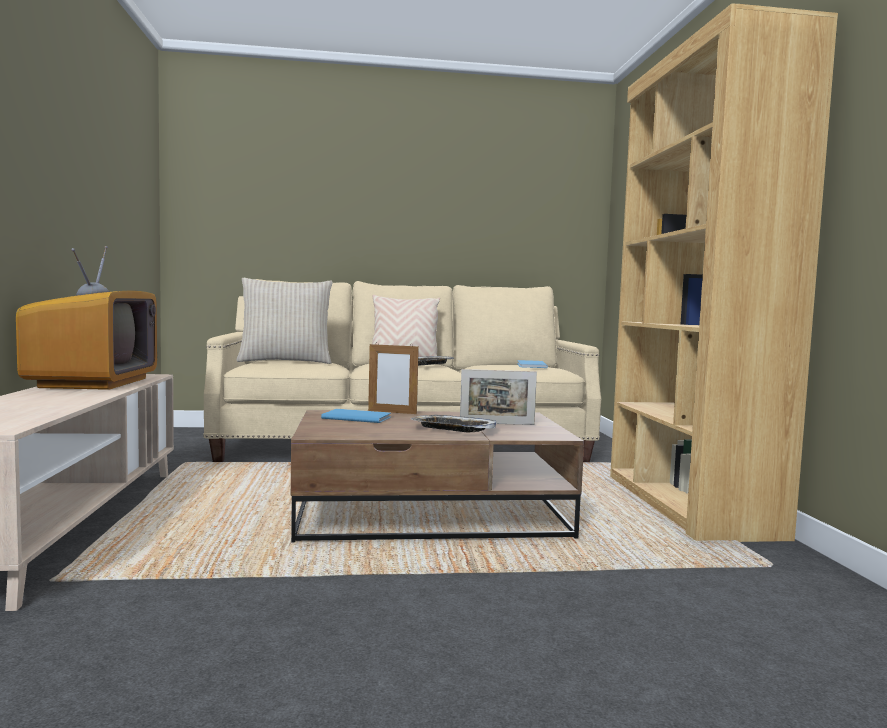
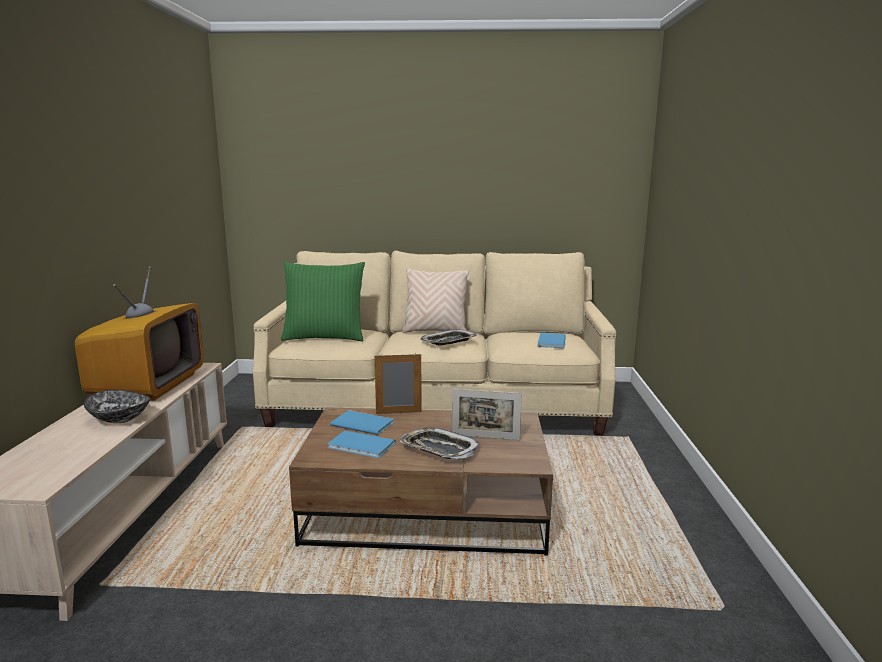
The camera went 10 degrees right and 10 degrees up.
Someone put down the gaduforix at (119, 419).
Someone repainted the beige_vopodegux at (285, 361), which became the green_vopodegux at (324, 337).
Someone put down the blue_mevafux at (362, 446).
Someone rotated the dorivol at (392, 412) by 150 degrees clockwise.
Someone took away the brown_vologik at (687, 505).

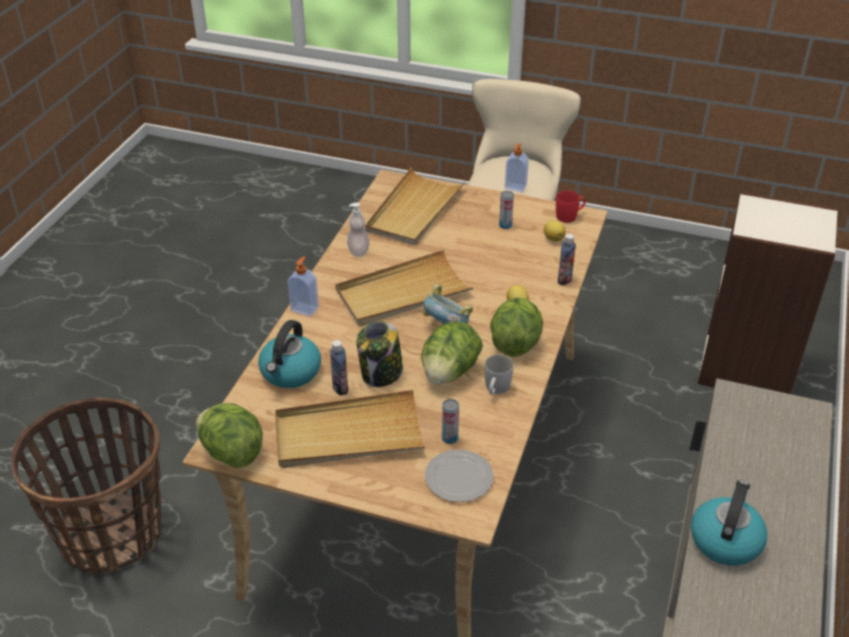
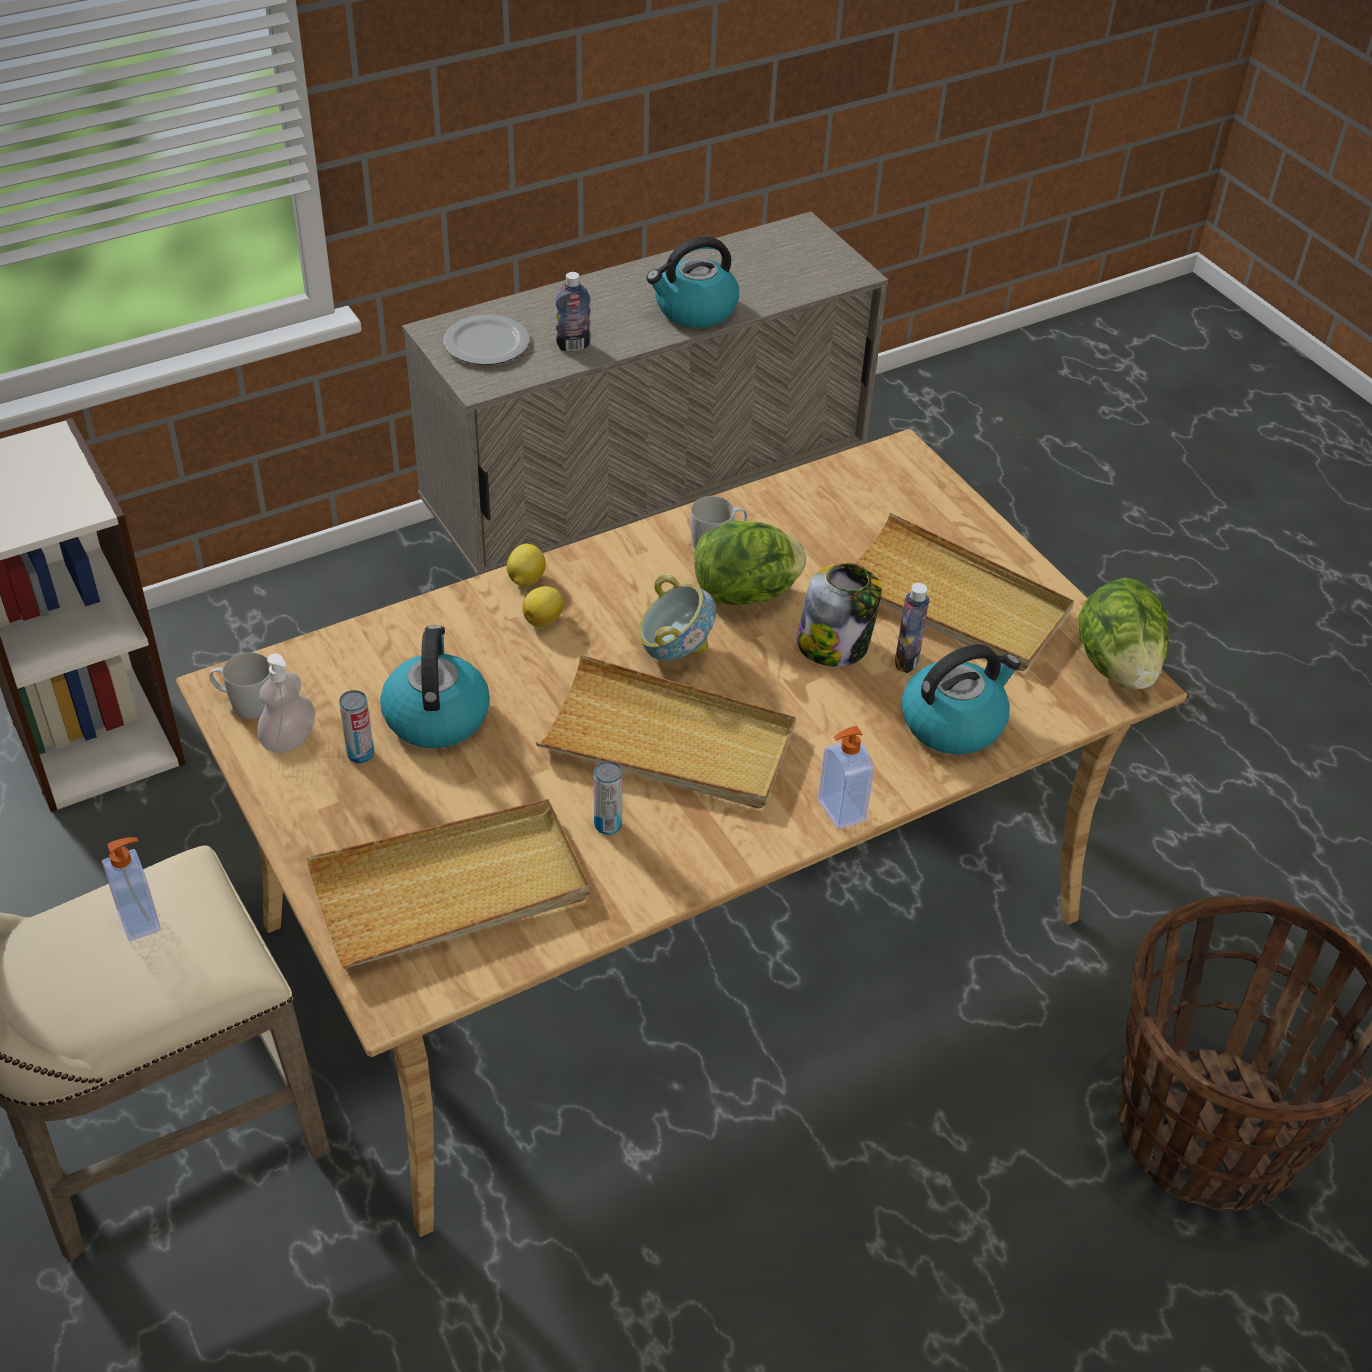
The camera went 140 degrees left and 5 degrees up.
Someone repainted the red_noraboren at (570, 216), which became the white_noraboren at (245, 703).
Someone carried the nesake from (358, 251) to (289, 739).
Someone put down the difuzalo at (436, 715).
Someone carried the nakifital from (457, 478) to (488, 344).
Someone carried the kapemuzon from (553, 238) to (525, 580).
Someone carried the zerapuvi from (564, 279) to (573, 346).
Someone carried the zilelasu from (449, 438) to (608, 825).
Someone took away the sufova at (515, 343).

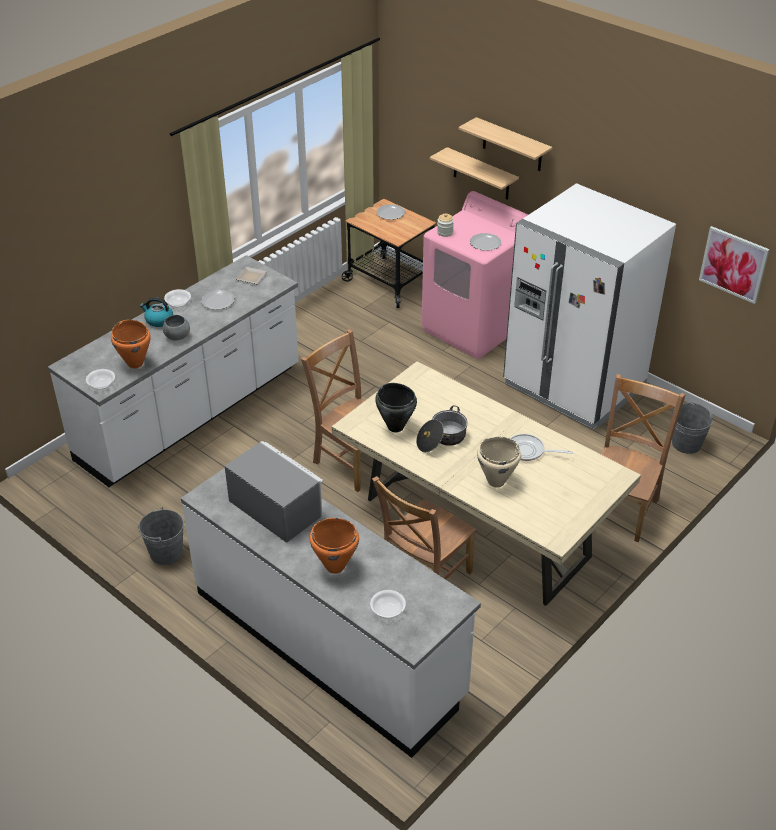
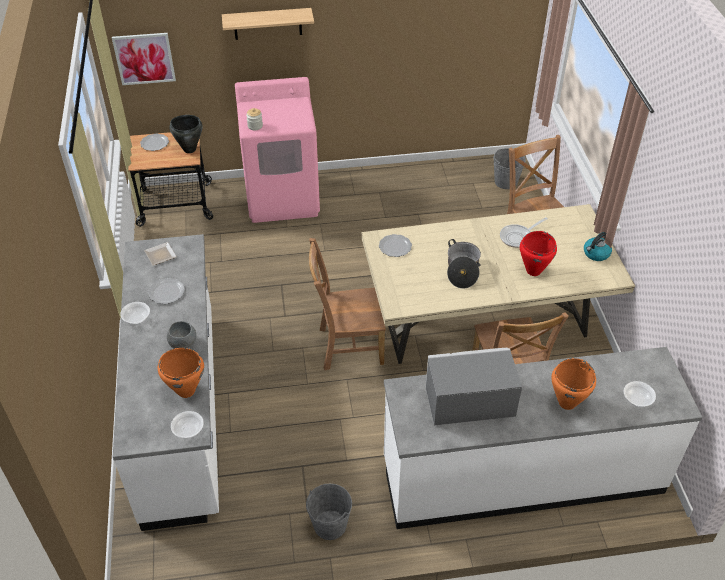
The camera went 50 degrees left and 5 degrees up.
Someone carried the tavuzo from (733, 264) to (144, 58).
Someone carried the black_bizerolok from (395, 426) to (189, 149).
Someone carried the nakifital from (485, 243) to (394, 247).
Someone repainted the beige_bizerolok at (496, 481), which became the red_bizerolok at (533, 271).
Someone carried the difuzalo from (158, 320) to (596, 254).
Someone took away the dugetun at (481, 174).
Someone took away the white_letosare at (573, 385).

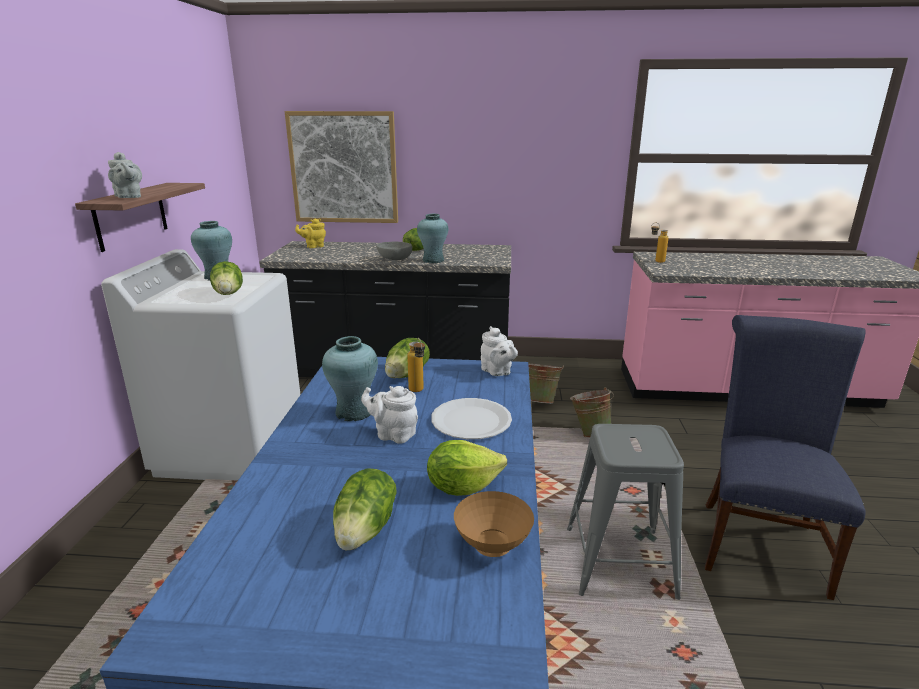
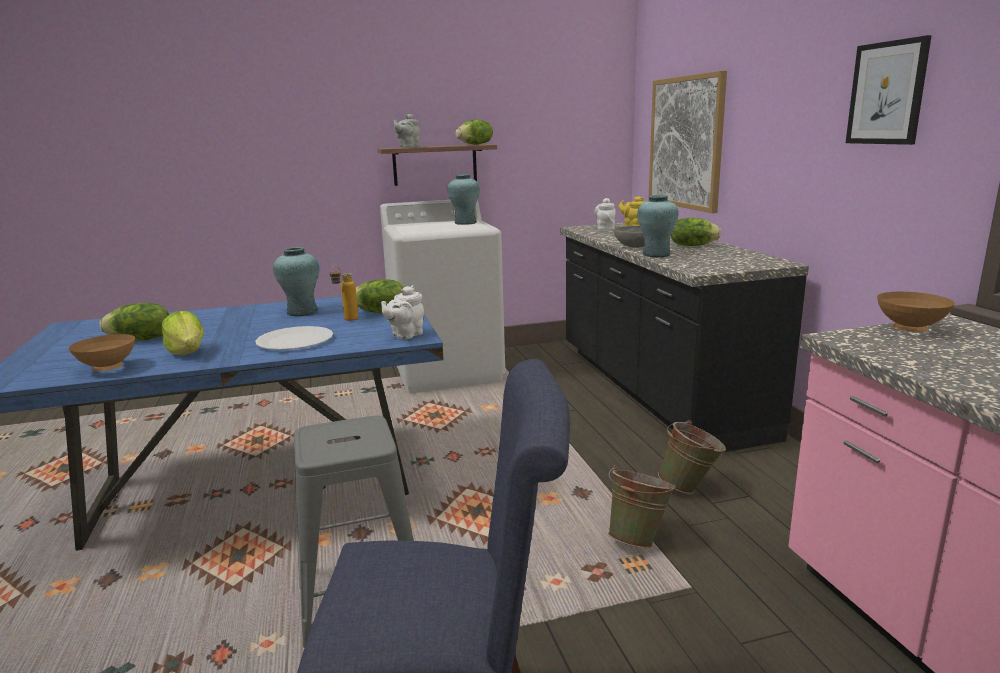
The camera went 70 degrees right and 5 degrees down.
Someone carried the sufova from (229, 293) to (475, 144).
Someone carried the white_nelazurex from (393, 434) to (605, 228).
Someone put up the tavuzo at (887, 93).
Someone swapped the zerapuvi at (655, 261) for the brown_gaduforix at (909, 330).

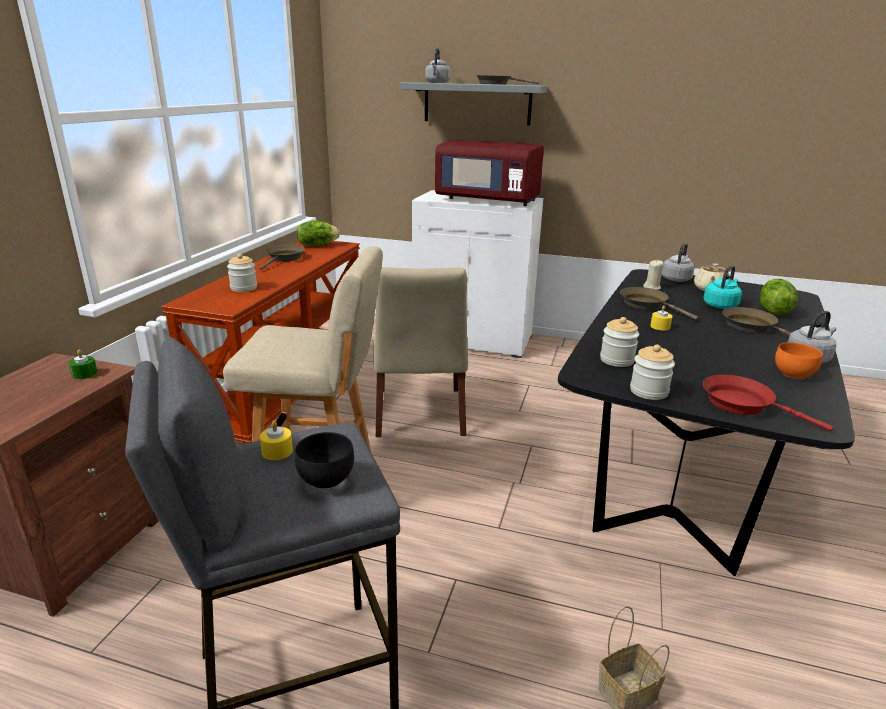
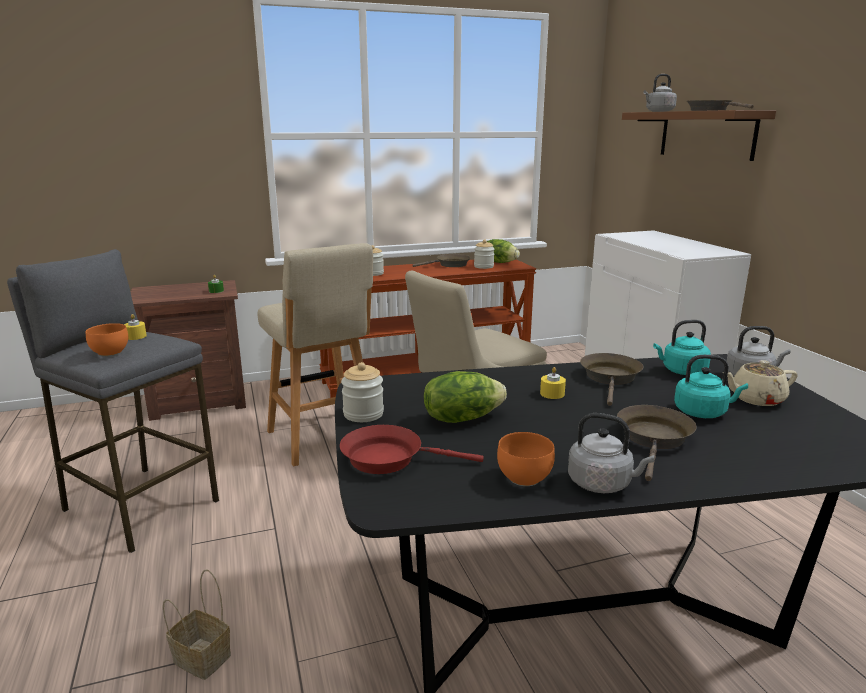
The camera went 55 degrees right and 5 degrees down.
Someone repainted the black_gaduforix at (328, 479), which became the orange_gaduforix at (111, 353).
Someone rotated the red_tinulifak at (742, 404) by 90 degrees counterclockwise.
Someone carried the sufova from (772, 311) to (461, 418).
Someone carried the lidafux from (617, 360) to (483, 266).
Someone repainted the grey_dugetun at (477, 103), which became the brown_dugetun at (706, 134).
Someone swapped the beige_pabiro at (652, 287) for the turquoise_difuzalo at (681, 371).
Someone took away the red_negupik at (488, 200).

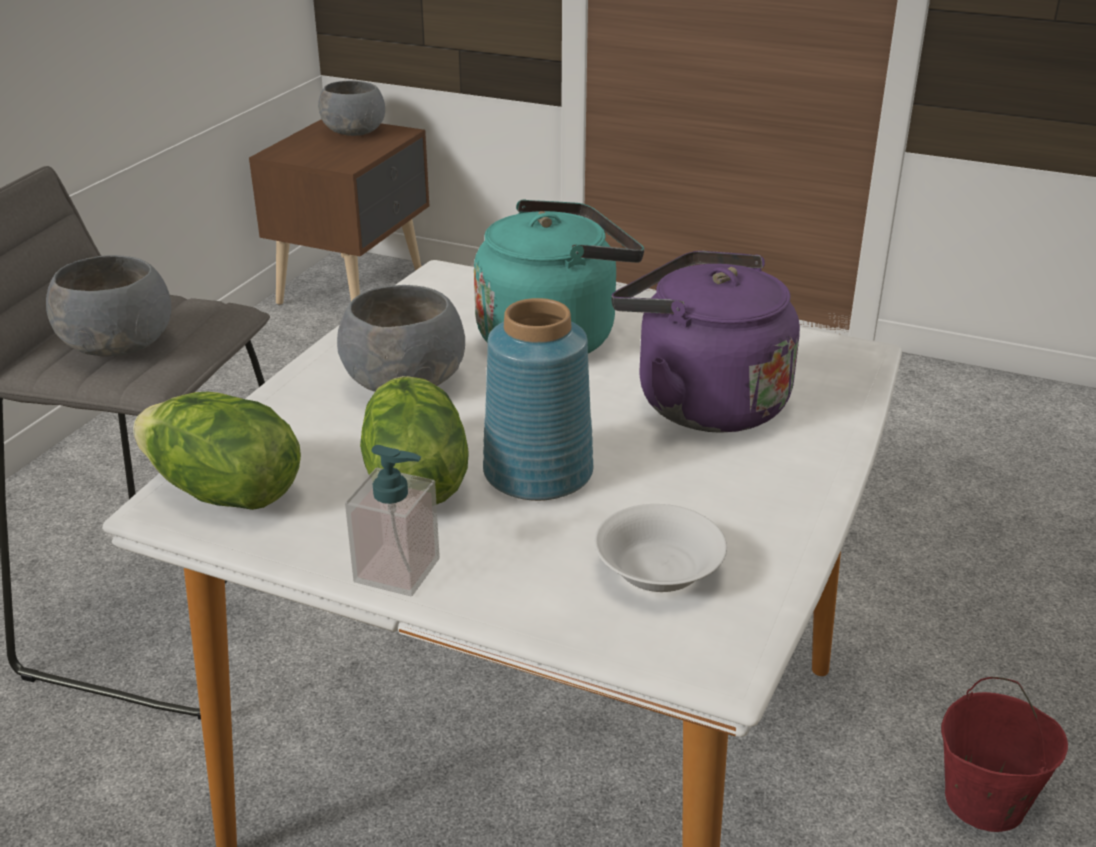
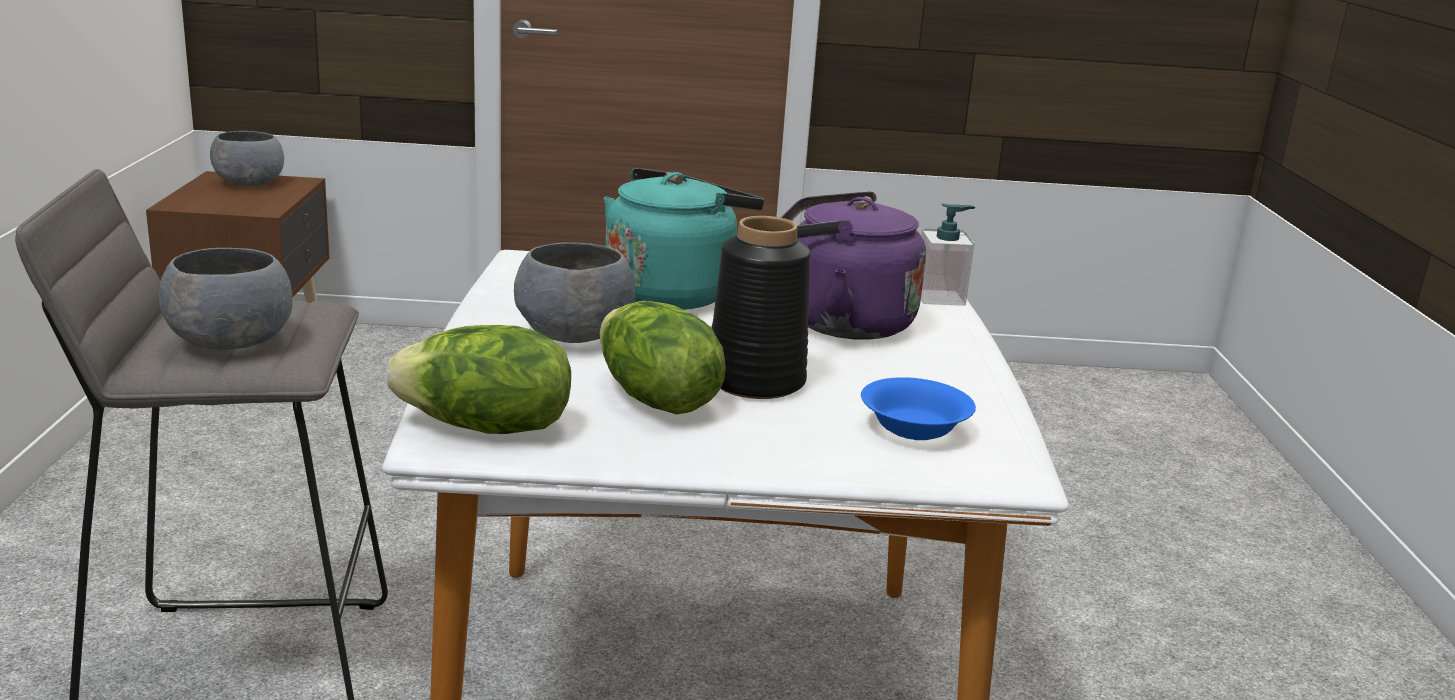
The camera went 25 degrees left and 10 degrees down.
Someone repainted the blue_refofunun at (537, 472), which became the black_refofunun at (754, 381).
Someone repainted the white_gaduforix at (656, 571), which became the blue_gaduforix at (913, 429).
Someone carried the nesake from (397, 570) to (940, 297).
Someone took away the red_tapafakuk at (983, 802).

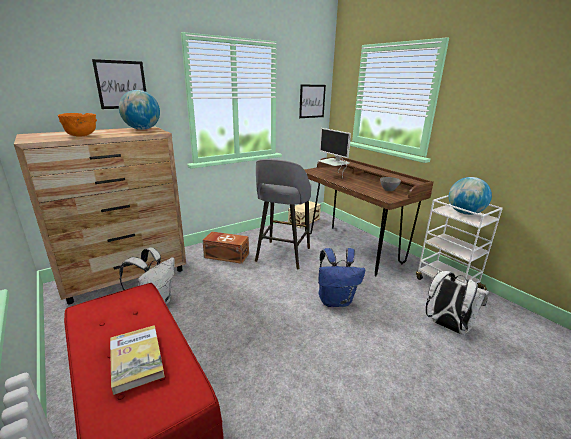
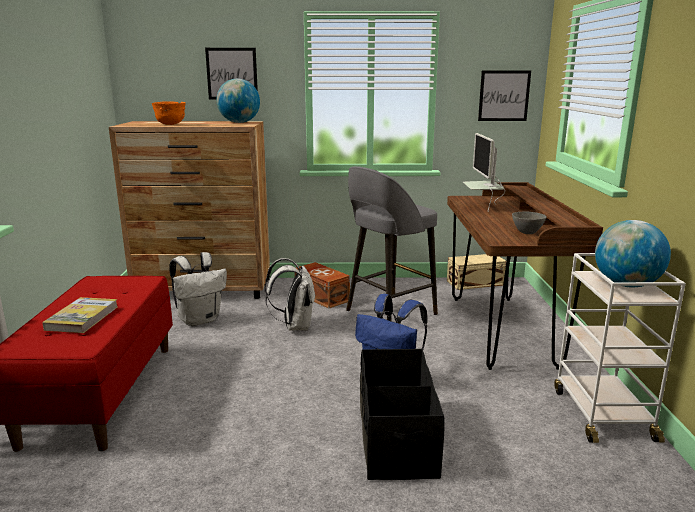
The camera went 35 degrees right and 5 degrees down.
Someone carried the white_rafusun from (447, 326) to (294, 326).
Someone put down the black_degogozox at (395, 437).

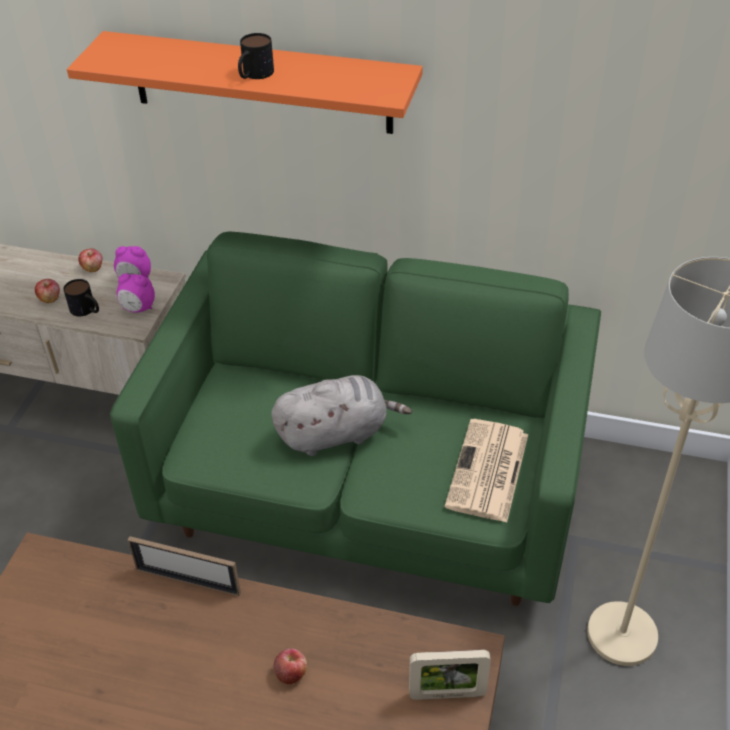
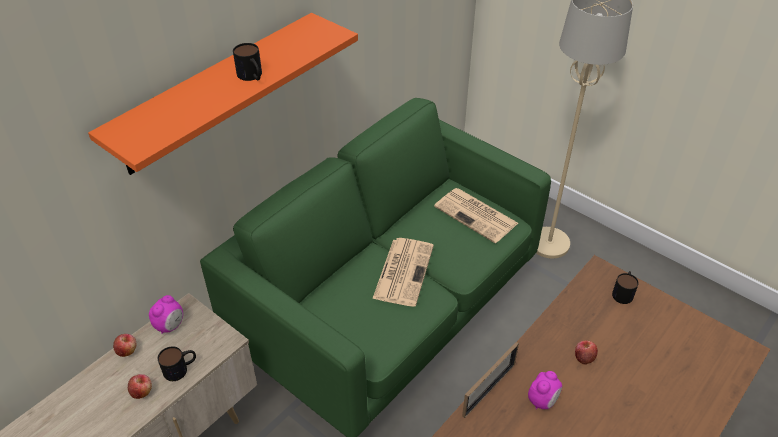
The camera went 65 degrees left and 0 degrees up.
Someone swapped the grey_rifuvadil at (336, 433) for the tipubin at (403, 271).
Someone carried the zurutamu from (138, 308) to (542, 401).
Someone swapped the dorivol at (447, 694) for the noraboren at (623, 292).

